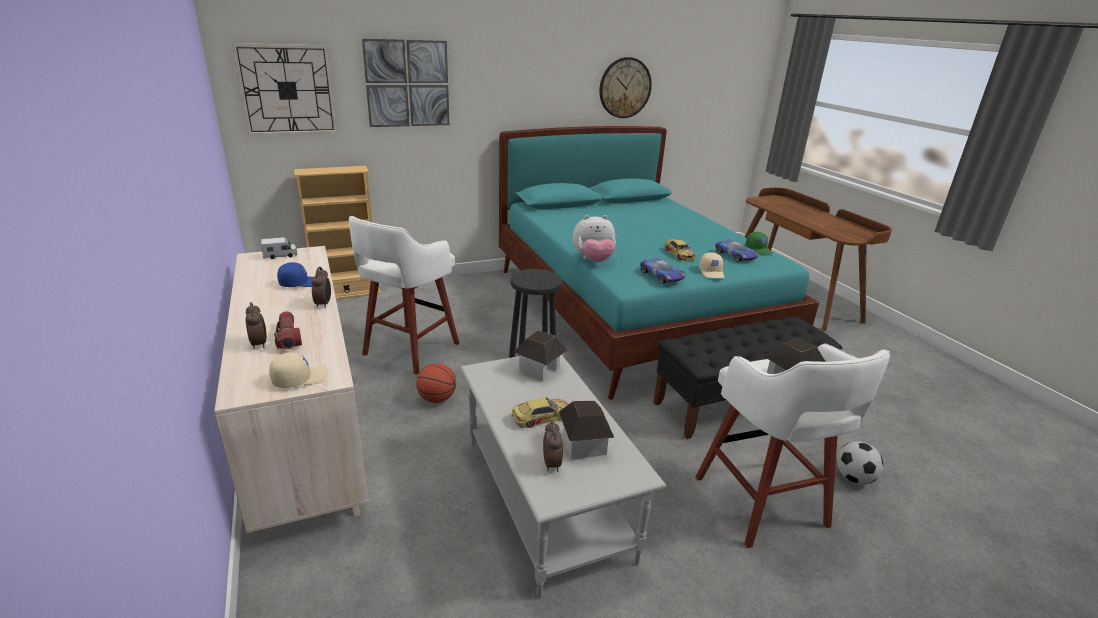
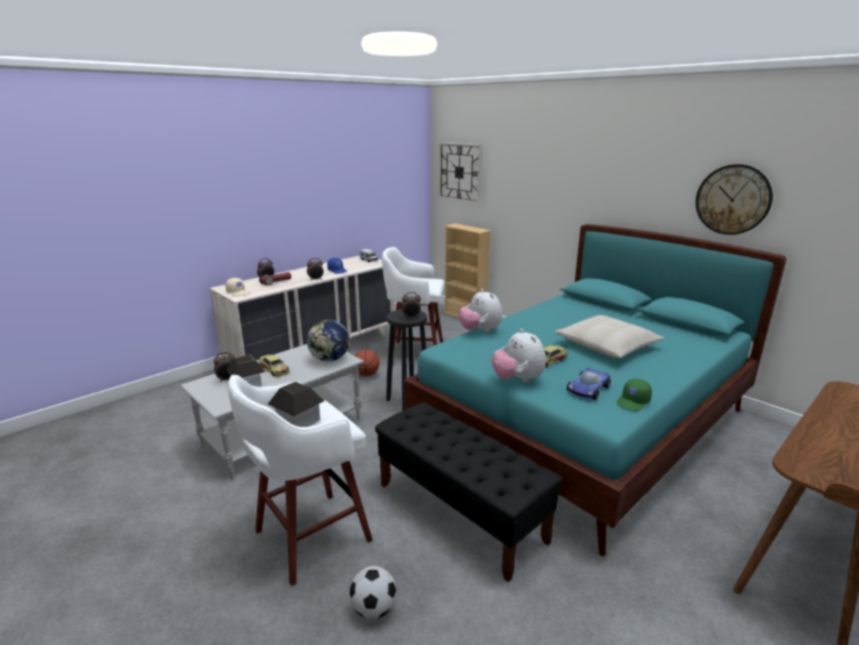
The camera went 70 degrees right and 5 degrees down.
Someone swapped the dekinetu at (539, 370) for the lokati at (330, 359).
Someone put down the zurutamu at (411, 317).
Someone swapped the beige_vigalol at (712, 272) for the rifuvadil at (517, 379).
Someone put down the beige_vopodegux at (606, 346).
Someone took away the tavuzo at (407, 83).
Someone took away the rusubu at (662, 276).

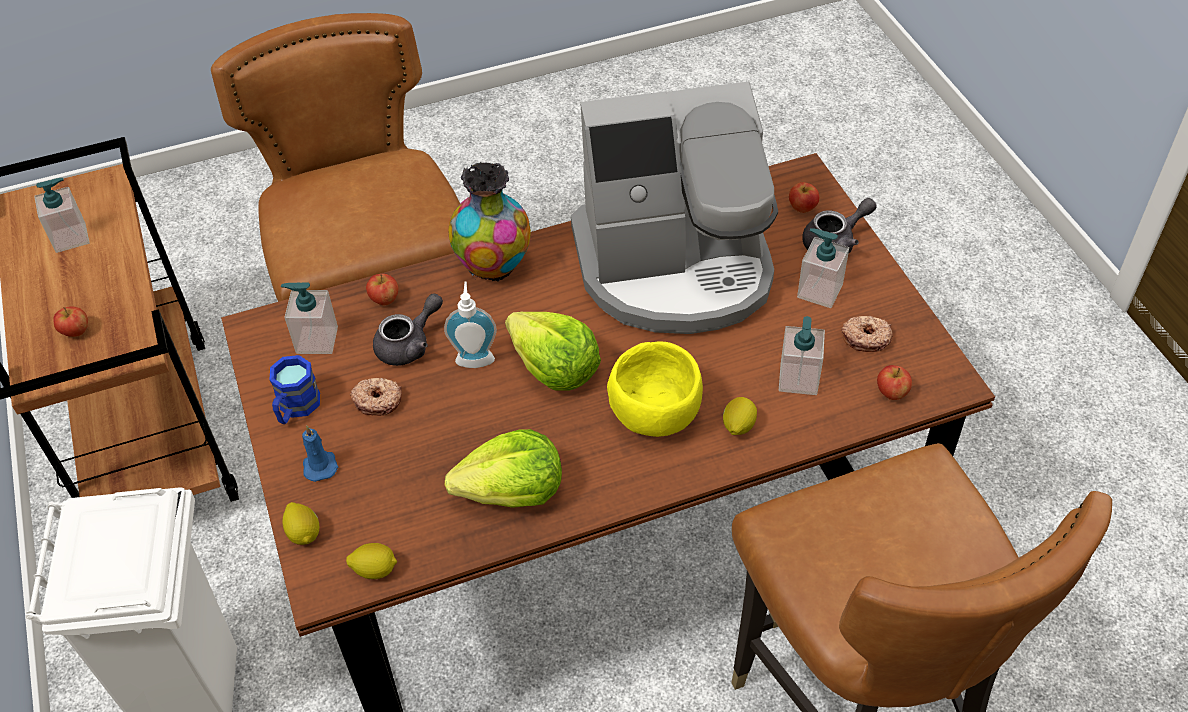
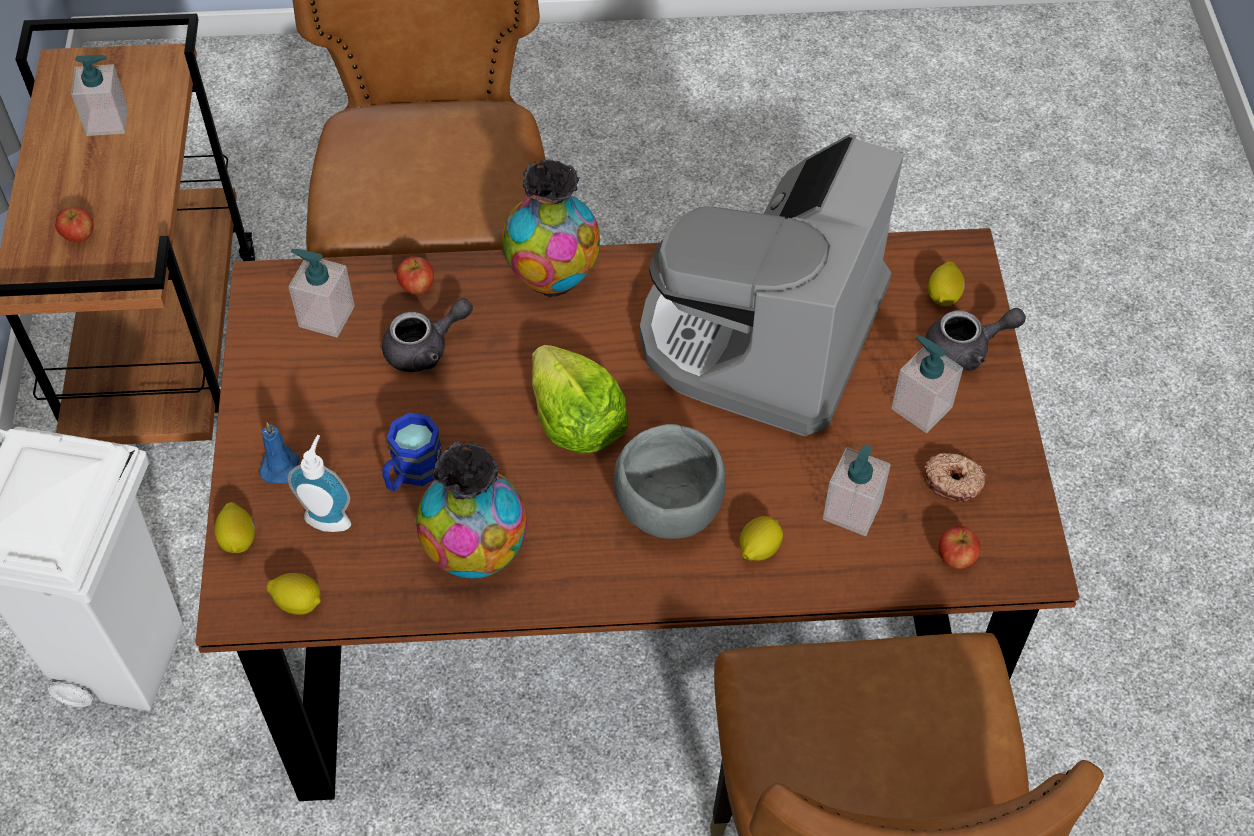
The camera went 15 degrees right and 5 degrees up.
Someone carried the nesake from (475, 357) to (329, 516).
Someone carried the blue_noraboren from (296, 408) to (411, 473).
Someone swapped the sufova at (513, 492) for the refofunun at (476, 556).
Someone repainted the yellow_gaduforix at (657, 415), which became the grey_gaduforix at (671, 510).
Someone rotated the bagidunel at (675, 267) by 105 degrees clockwise.
Someone swapped the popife at (802, 208) for the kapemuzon at (944, 296).
Someone took away the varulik at (378, 400).

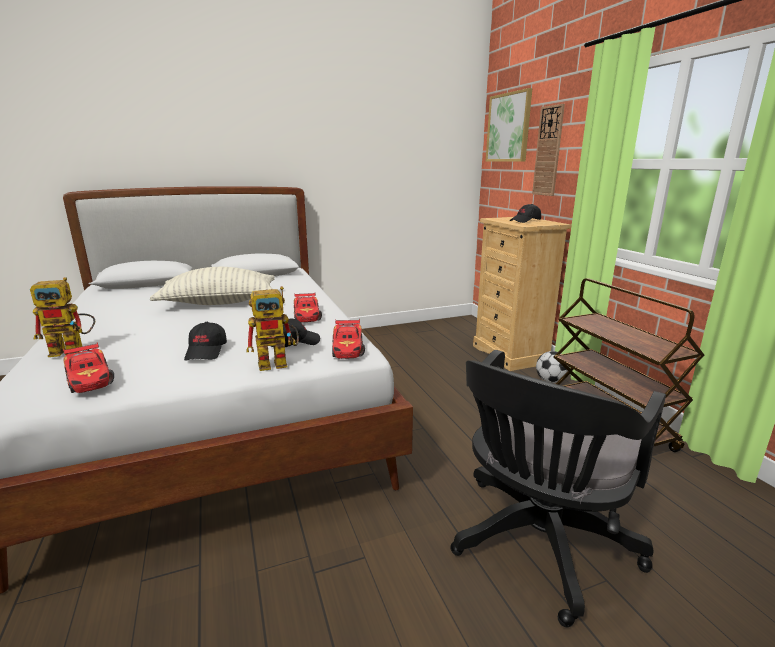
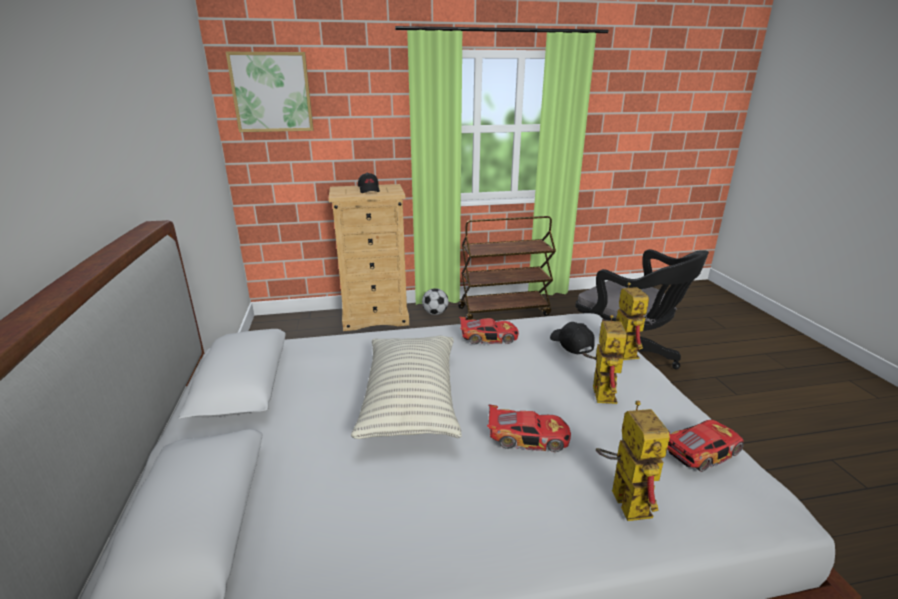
The camera went 80 degrees left and 5 degrees up.
Someone carried the rusubu from (348, 348) to (527, 437).
Someone swapped the black_vigalol at (207, 351) for the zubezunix at (599, 390).
Someone took away the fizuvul at (548, 151).

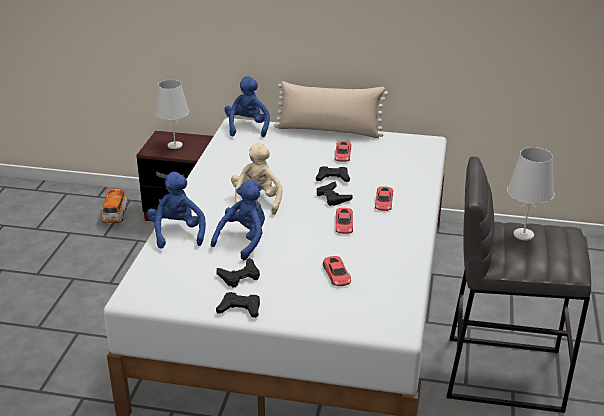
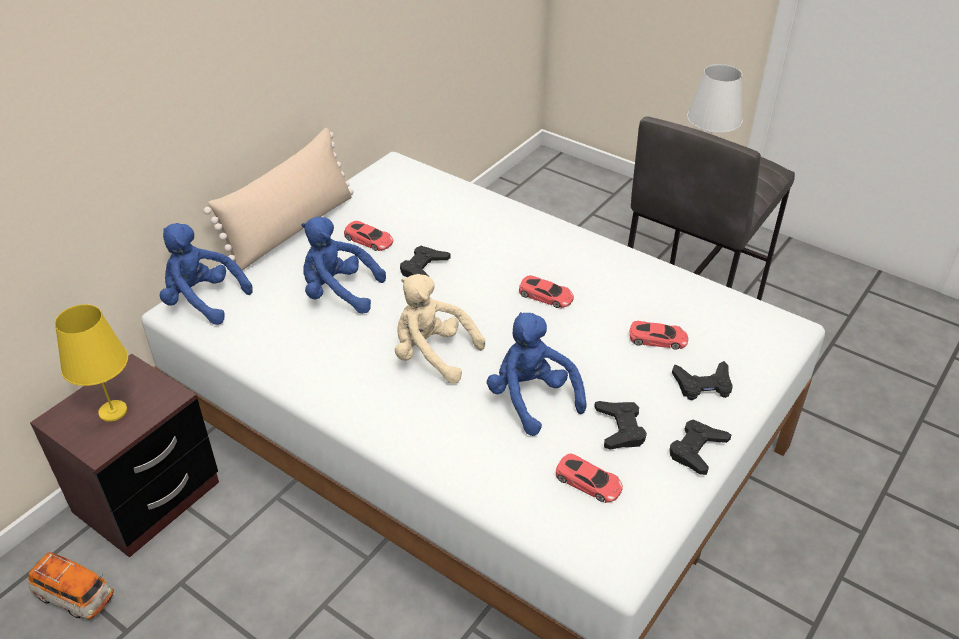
The camera went 65 degrees left and 10 degrees up.
Someone repainted the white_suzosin at (174, 145), which became the yellow_suzosin at (113, 411).
Someone carried the blue_rifuvadil from (177, 233) to (338, 293).
Someone carried the red_rusubu from (383, 202) to (588, 482).
Someone carried the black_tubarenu from (333, 197) to (703, 385).

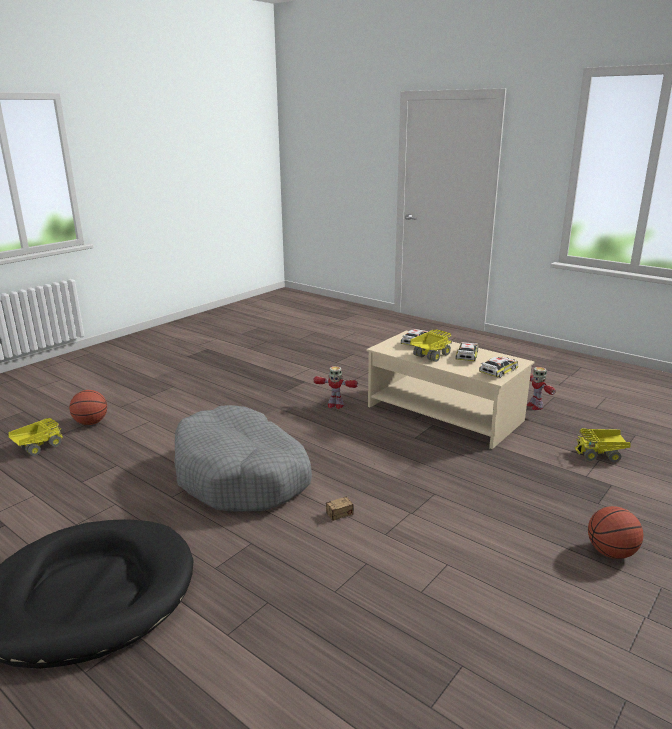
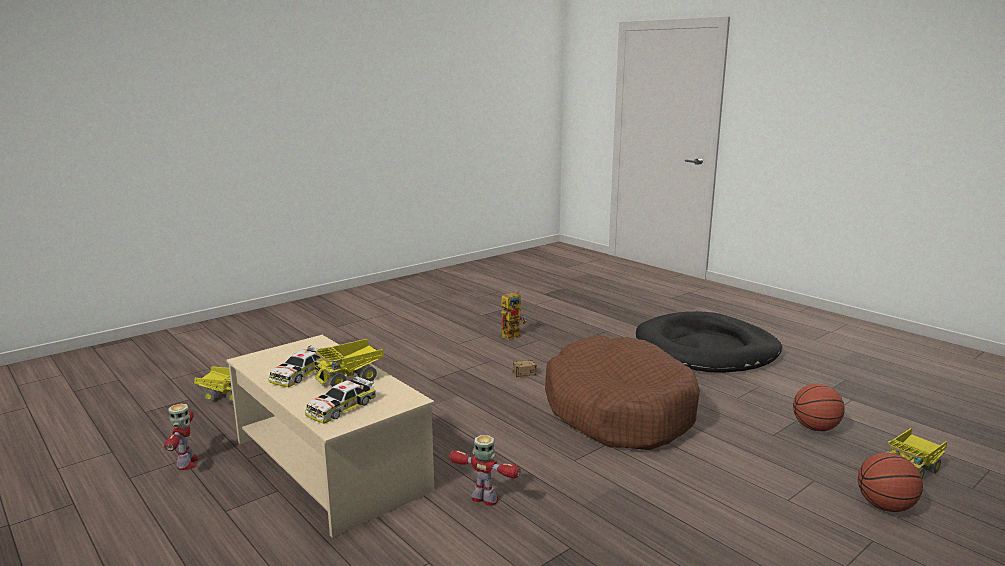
The camera went 170 degrees left and 5 degrees down.
Someone put down the zubezunix at (513, 335).
Someone repainted the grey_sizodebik at (242, 475), which became the brown_sizodebik at (618, 410).
Someone carried the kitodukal from (611, 552) to (815, 428).
Someone took away the rusubu at (499, 371).

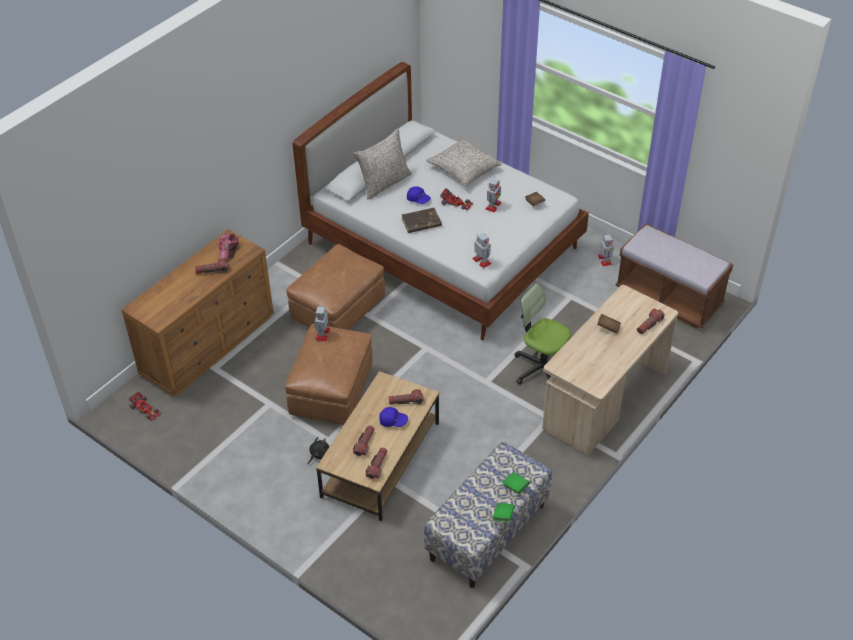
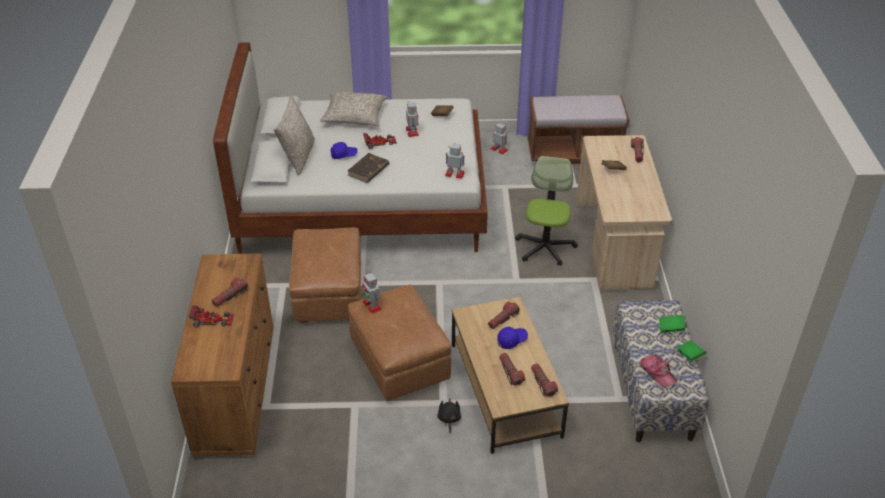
The camera went 40 degrees left and 5 degrees down.
Someone carried the rusubu from (145, 409) to (212, 319).
Someone rotated the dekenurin at (541, 368) by 105 degrees clockwise.
Someone carried the vigalol from (228, 248) to (657, 373).

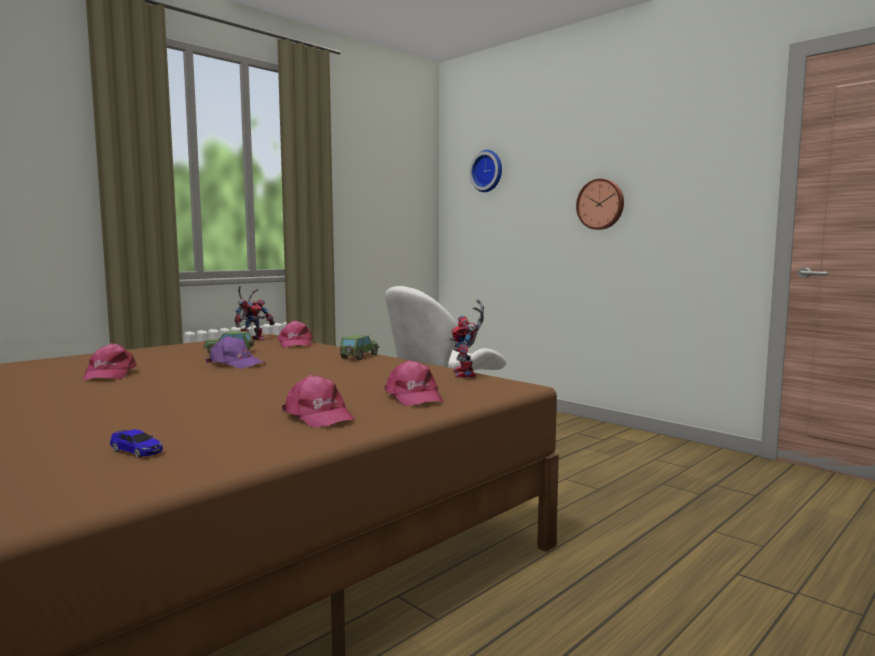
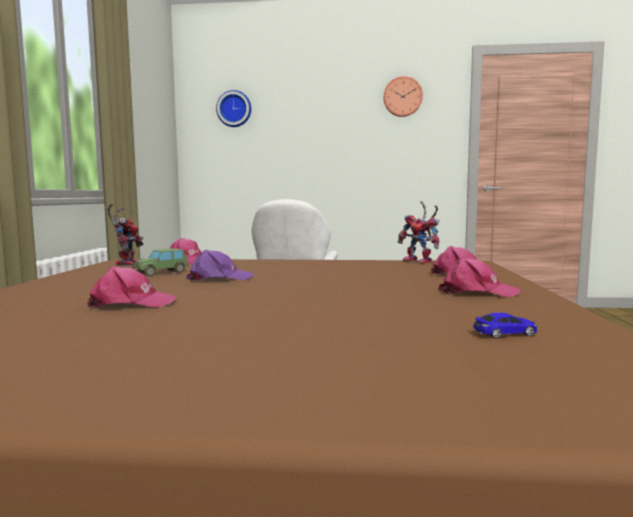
The camera went 40 degrees left and 0 degrees up.
Someone rotated the pink_vigalol at (109, 374) by 45 degrees counterclockwise.
Someone carried the fizuvul from (601, 204) to (402, 97).
Someone took away the rusubu at (359, 356).

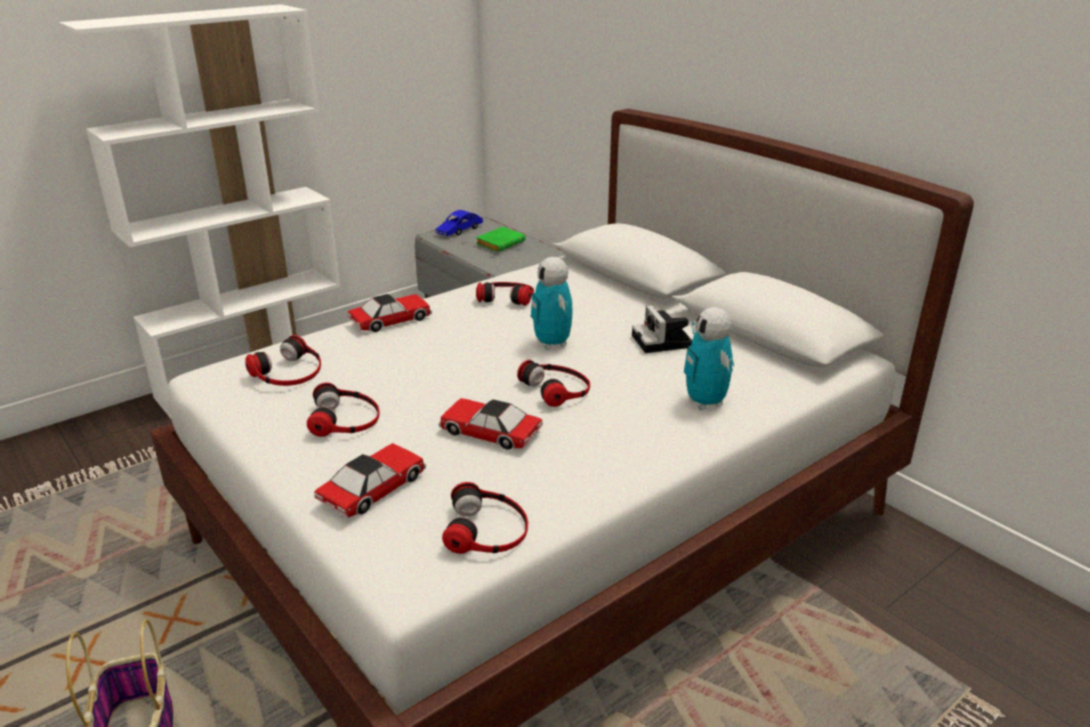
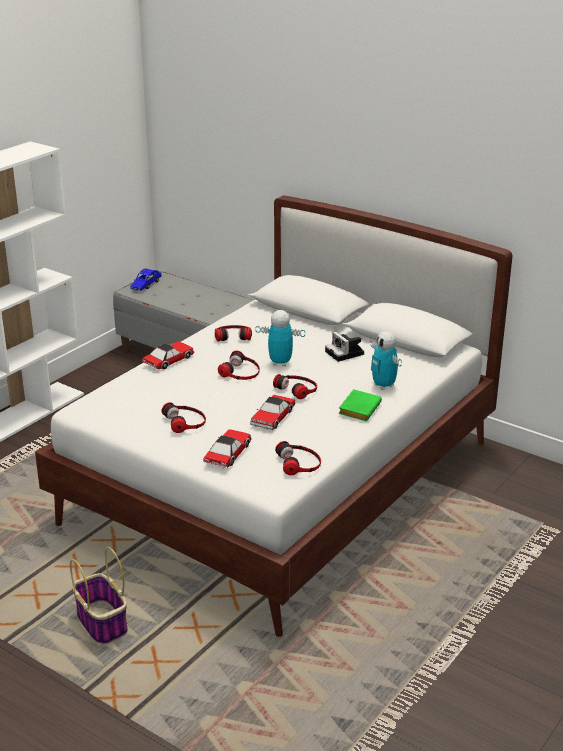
The camera went 15 degrees left and 0 degrees up.
Someone carried the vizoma from (289, 371) to (241, 372).
Someone rotated the rusubu at (490, 432) by 75 degrees counterclockwise.
Someone rotated the zubezunix at (552, 344) by 135 degrees clockwise.
Someone carried the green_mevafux from (500, 243) to (359, 408).

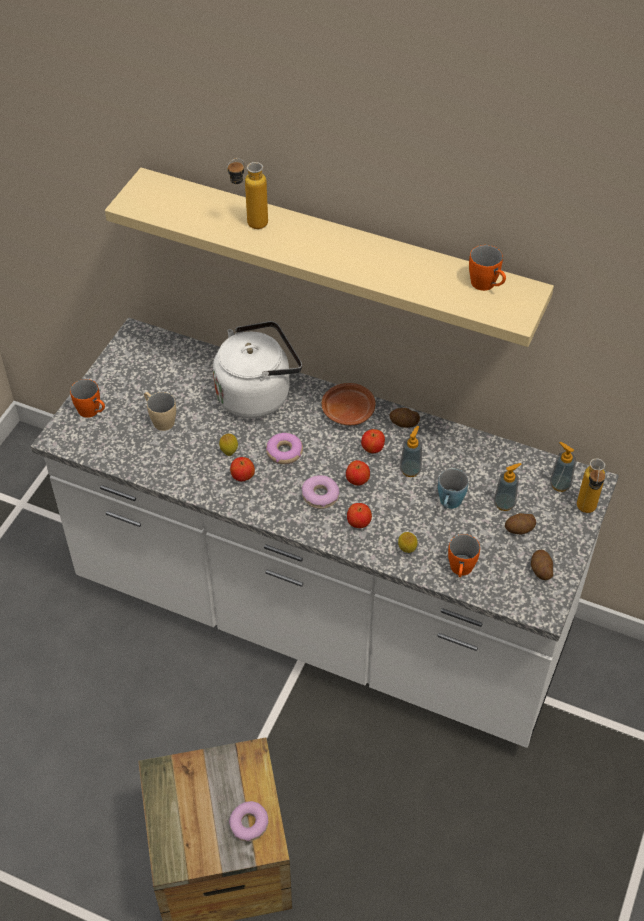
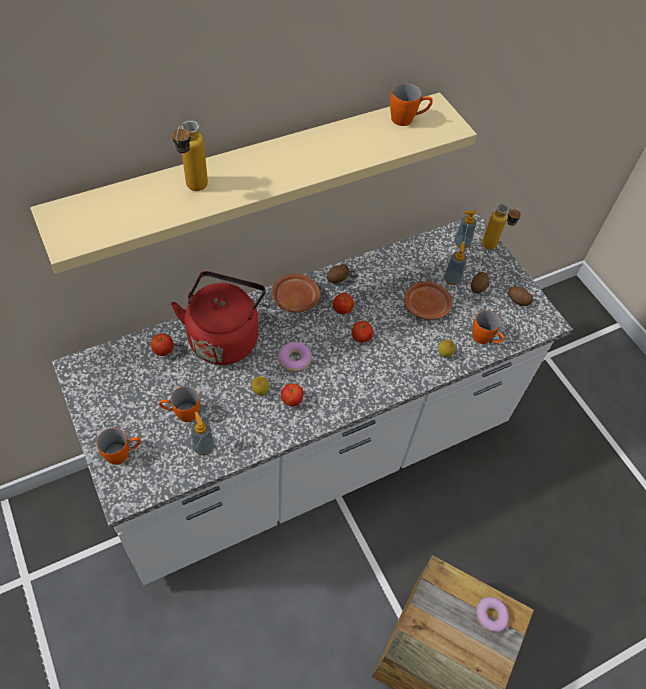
The camera went 55 degrees left and 5 degrees up.
Someone carried the popife from (358, 523) to (163, 351).
Someone repainted the beige_noraboren at (160, 420), which became the orange_noraboren at (182, 413).
Someone repainted the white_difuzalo at (257, 394), which became the red_difuzalo at (224, 336).
Someone carried the nesake from (410, 470) to (203, 447).
Someone swapped the blue_noraboren at (449, 504) for the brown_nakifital at (427, 305).
Someone took away the varulik at (320, 496).

